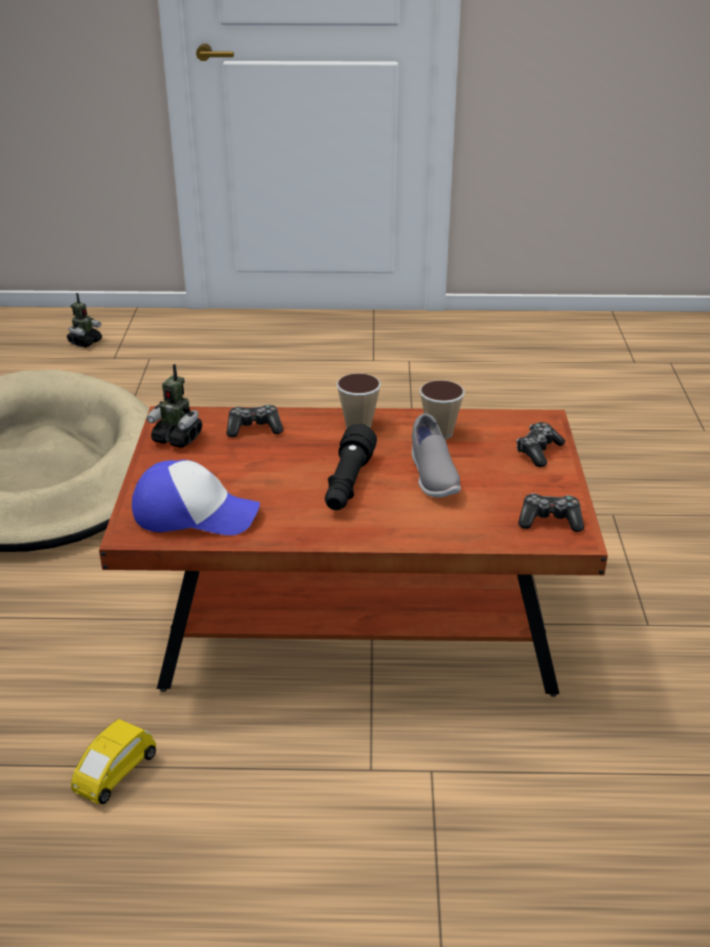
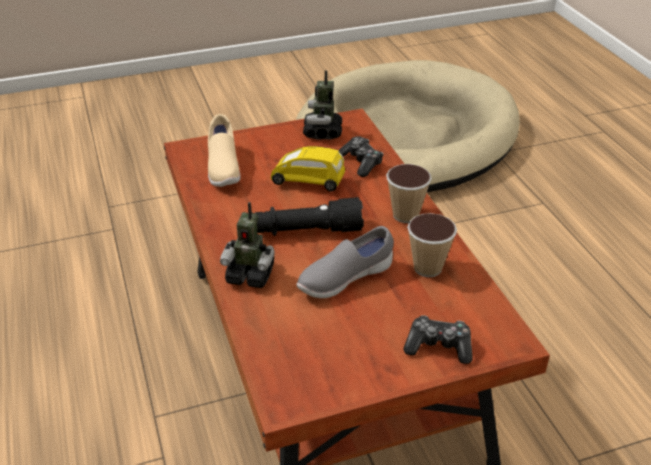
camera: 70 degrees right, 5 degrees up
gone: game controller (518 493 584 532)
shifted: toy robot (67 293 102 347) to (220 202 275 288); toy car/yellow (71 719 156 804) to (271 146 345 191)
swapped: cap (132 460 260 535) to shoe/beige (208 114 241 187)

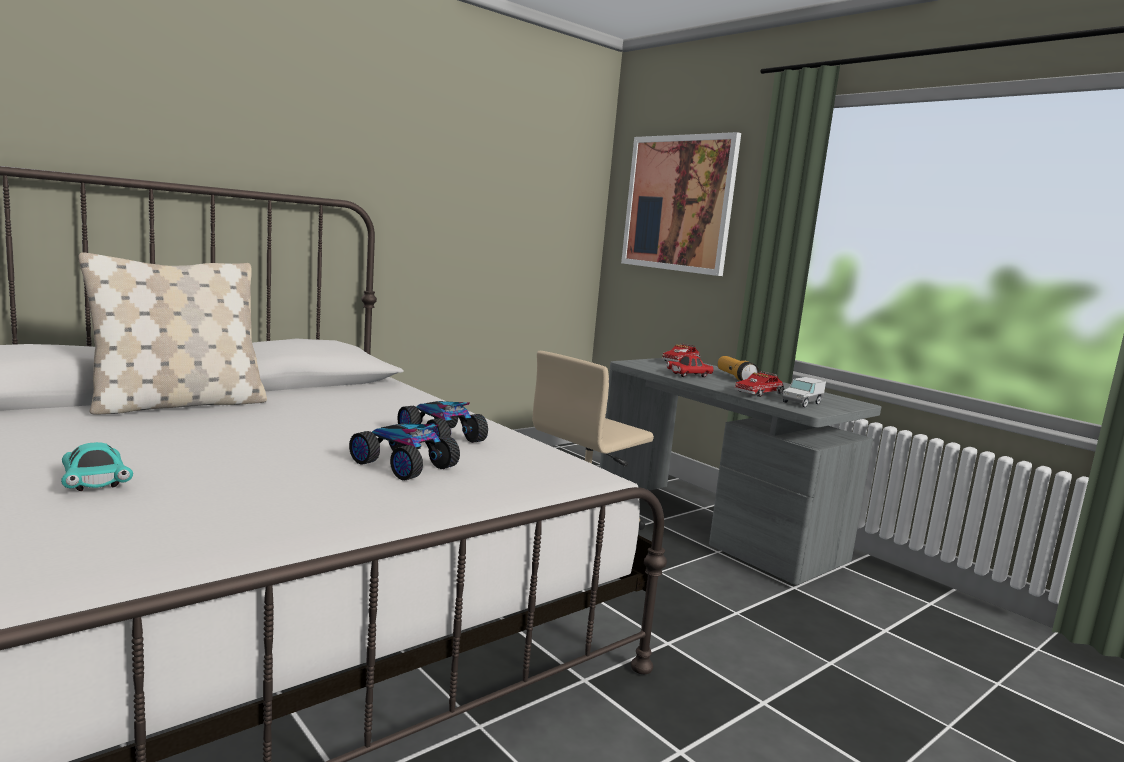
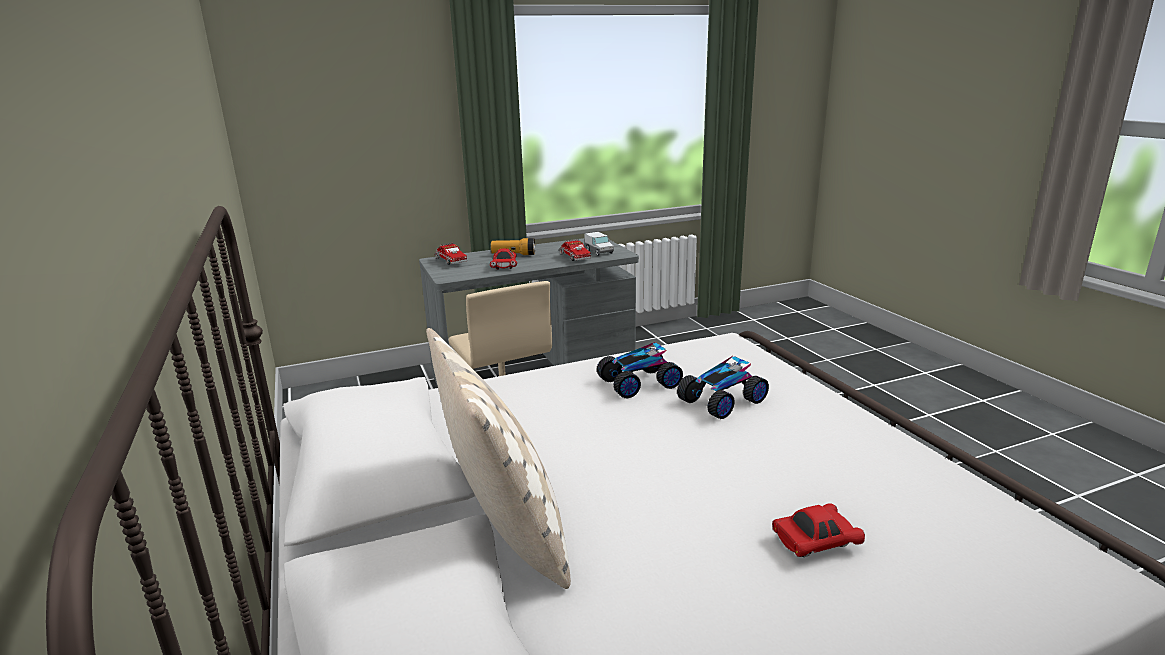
camera: 70 degrees left, 10 degrees up
gone: picture (621 132 741 276)
repainted: toy car/turquoise (61 442 133 491) to toy car/red (772 503 865 557)

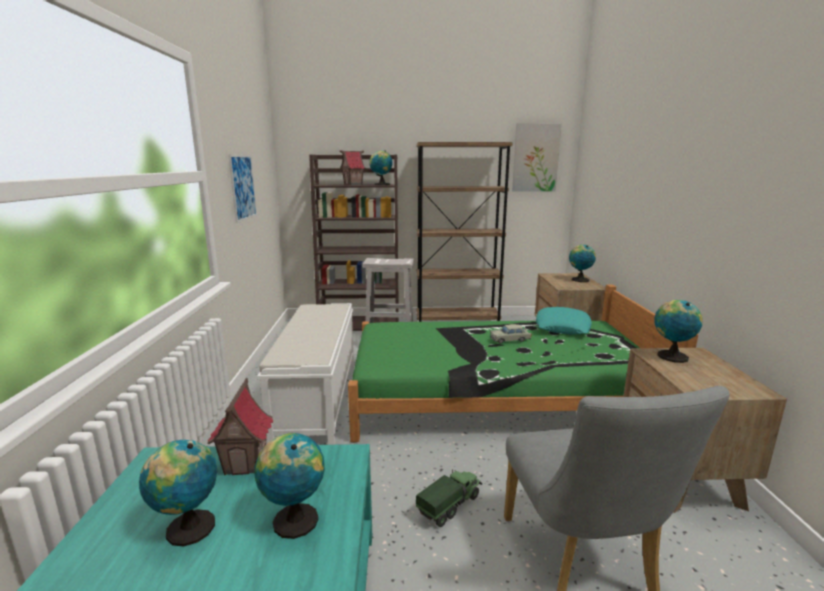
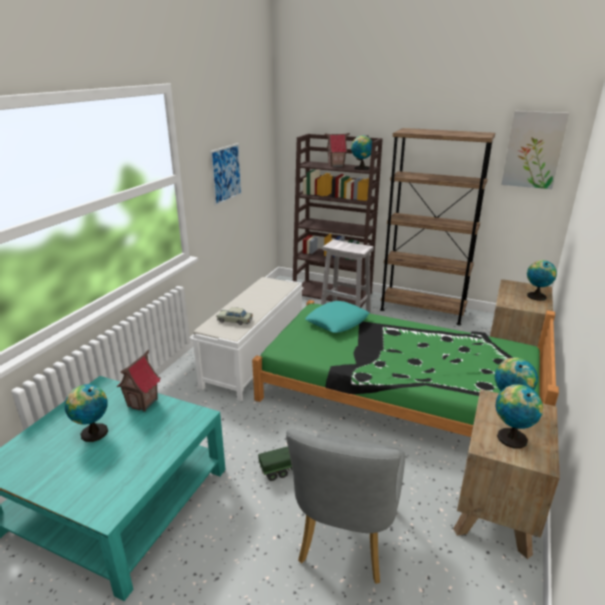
camera: 25 degrees right, 10 degrees up
shifted: pillow/turquoise (536 307 592 334) to (305 301 369 333); toy car/beige (490 324 532 344) to (216 307 253 325); globe (254 433 325 539) to (496 384 543 449)

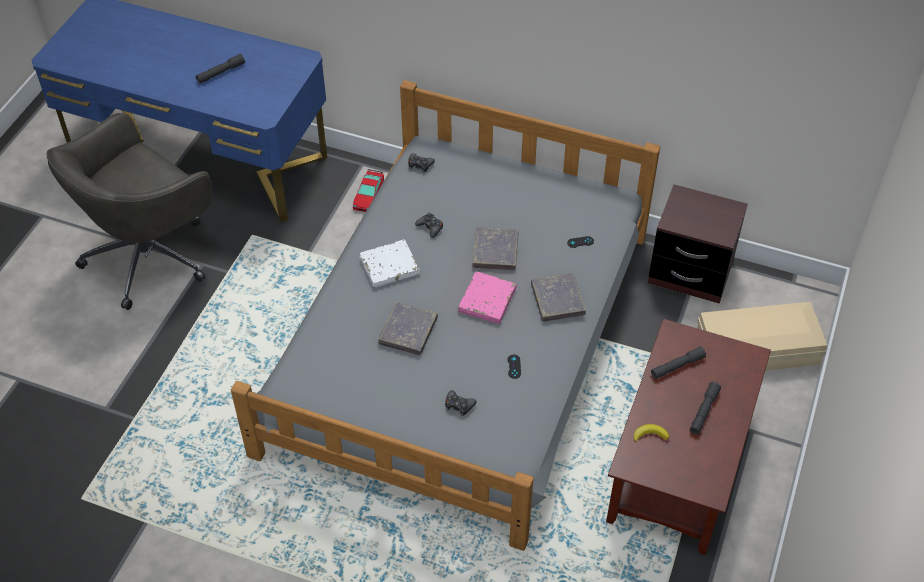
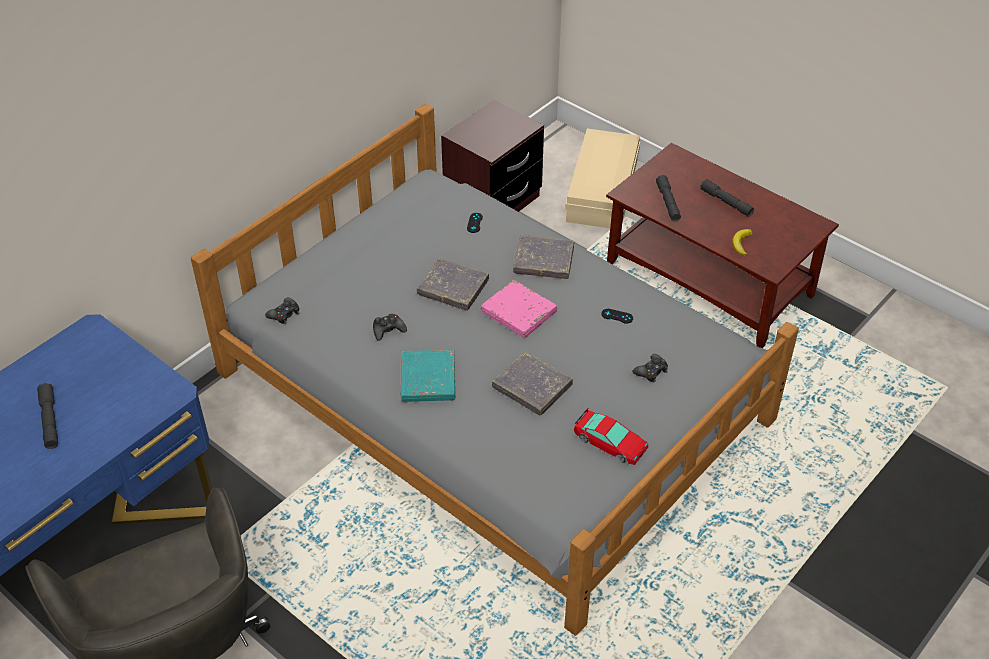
camera: 70 degrees left, 5 degrees down
shifted: toy car (353 169 384 212) to (574 408 648 465)
repainted: book/white (359 239 420 288) to book/turquoise (401 350 455 402)

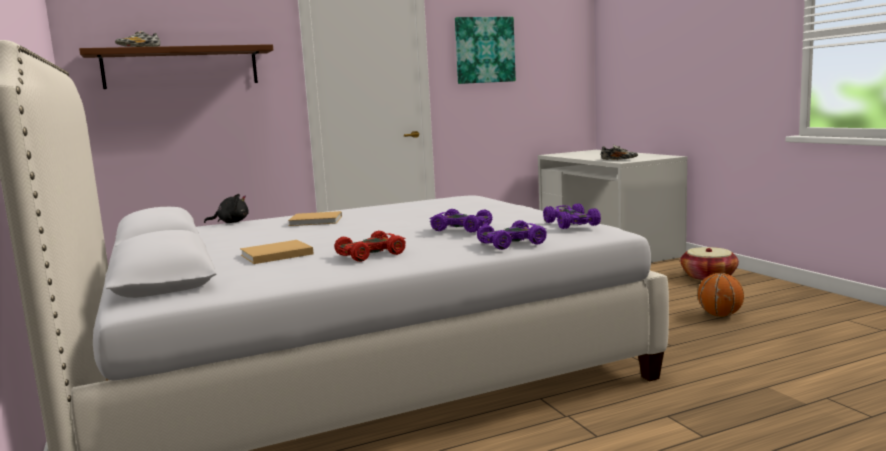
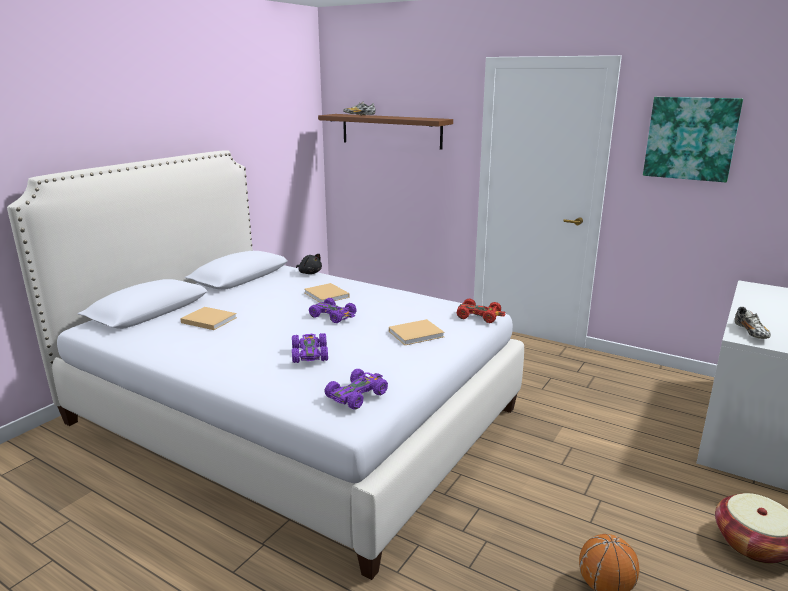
camera: 55 degrees right, 10 degrees up
new: book/beige (389 319 445 345)
shifted: toy car/purple (477 220 547 250) to (309 298 357 323); toy car/red (334 231 406 262) to (457 299 506 323)

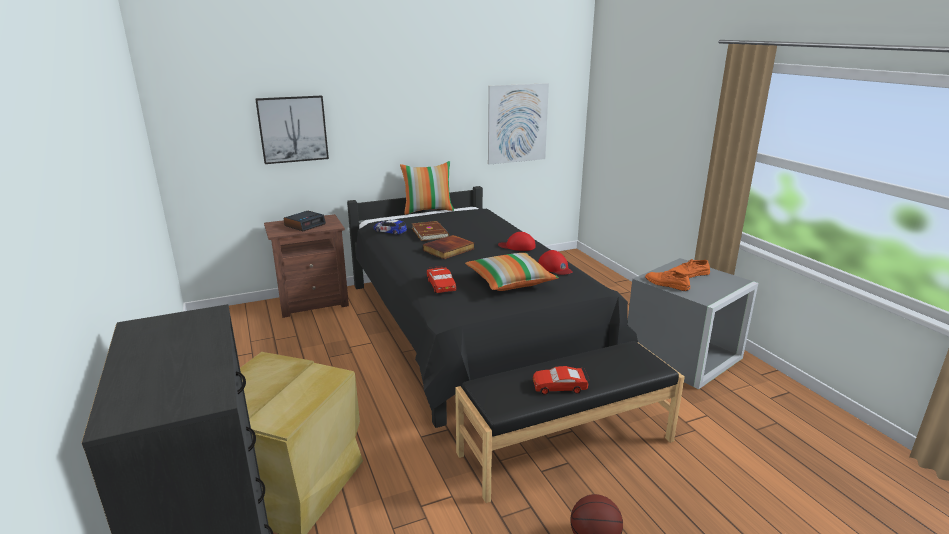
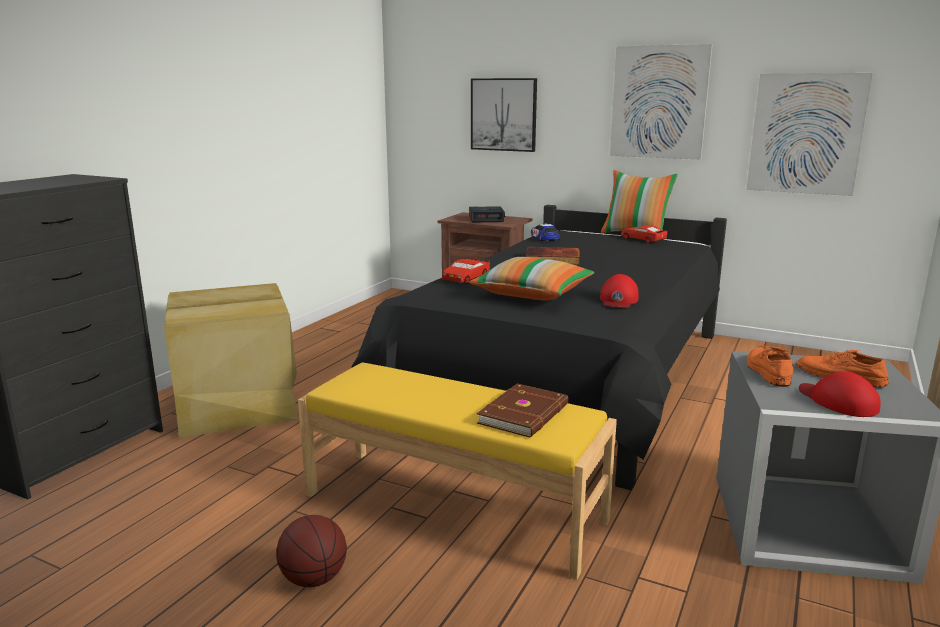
camera: 50 degrees right, 5 degrees down
new: picture (610 44 713 160)
shifted: book/brown (412 221 449 241) to (477 384 569 438); cap/red (498 232 536 251) to (799 371 881 417); toy car/red (533 366 589 394) to (621 225 668 243)
repainted: bench/black (455 341 685 503) to bench/yellow (298 362 617 580)

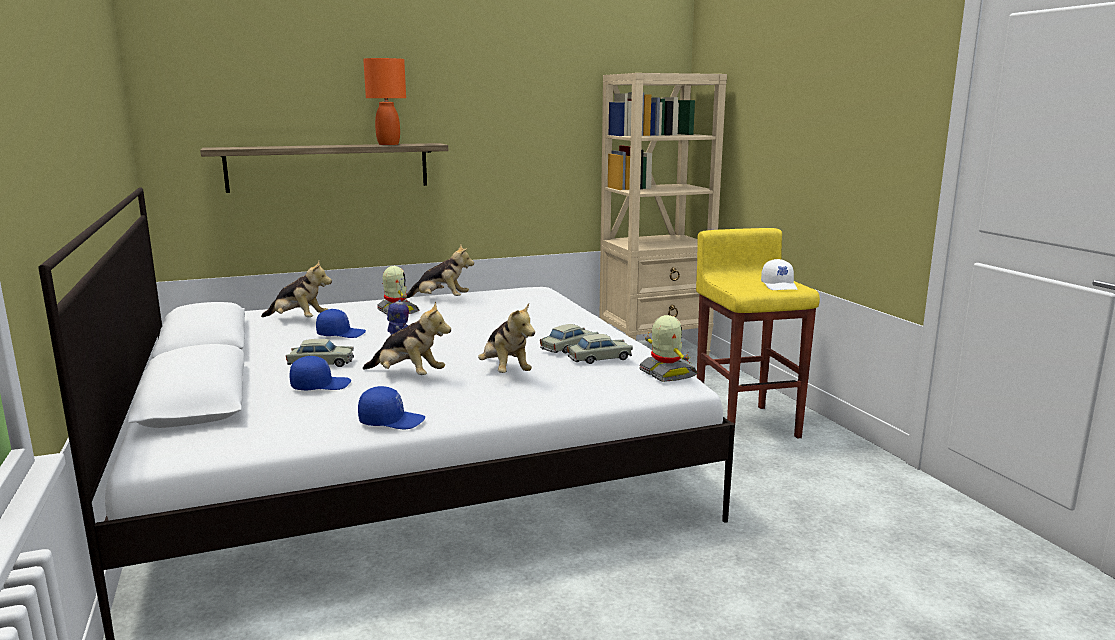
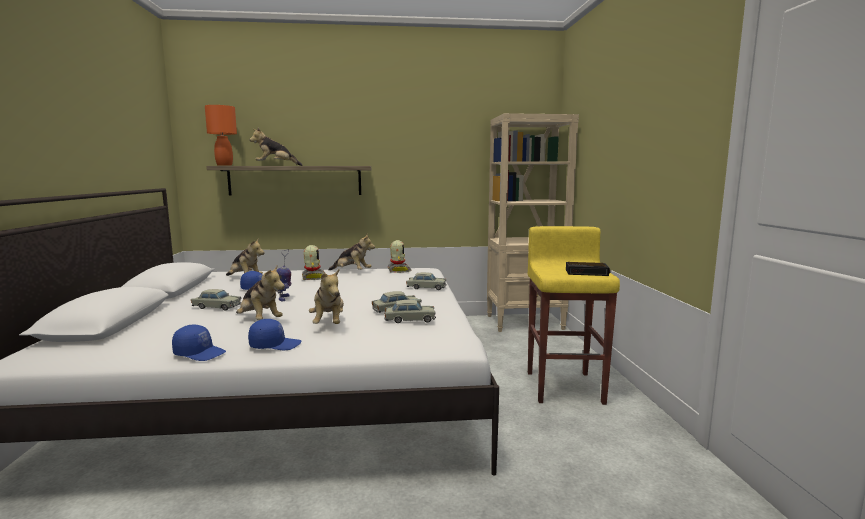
camera: 15 degrees right, 5 degrees down
new: plush toy (250 127 302 166); toy car/beige (406 272 447 290)
shifted: table lamp/orange (363 58 406 145) to (205 105 237 166); toy robot (639 315 697 382) to (388 240 411 273); cap/blue (290 356 351 390) to (248 319 301 350)
swapped: cap/white (761 259 798 290) to alarm clock (566 262 611 276)

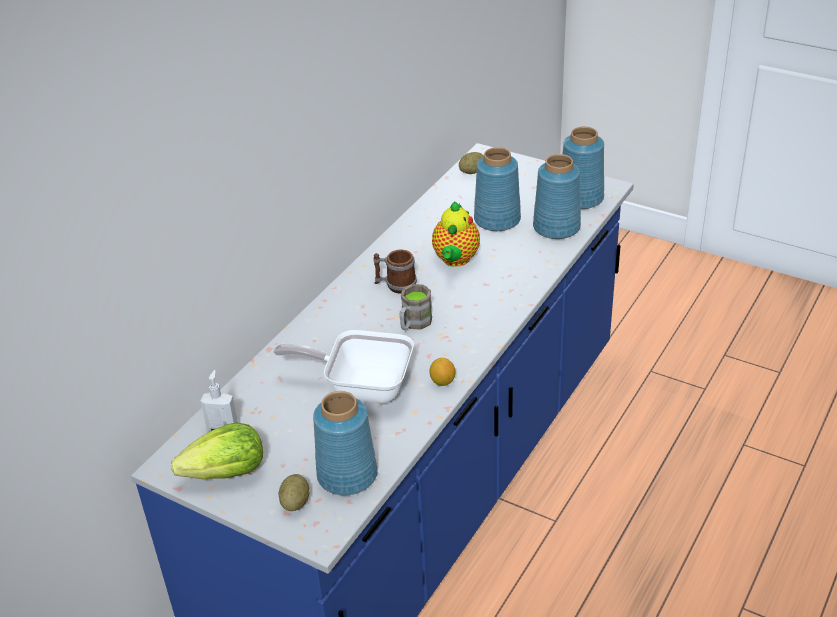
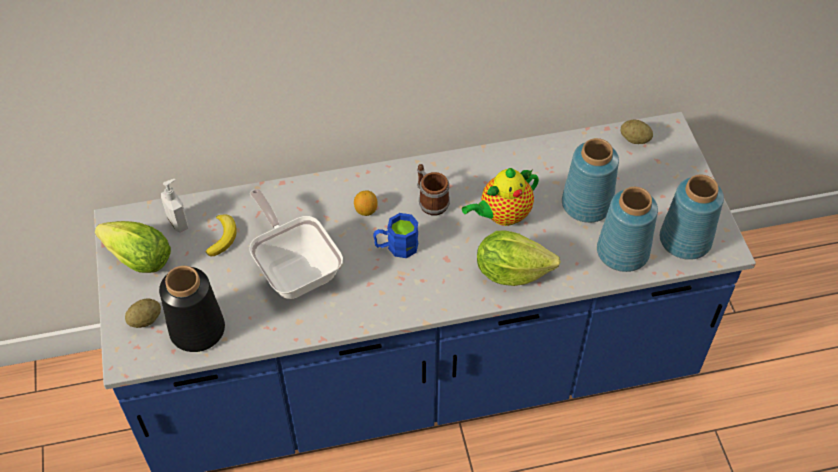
camera: 45 degrees right, 15 degrees up
new: banana (206 214 236 257); lettuce (477 230 561 286)
shifted: lemon (429 358 455 386) to (354 190 378 216)
repainted: mug/brown (399 284 432 330) to mug/blue (373 213 418 258); vase/blue (313 391 378 495) to vase/black (159 266 225 352)

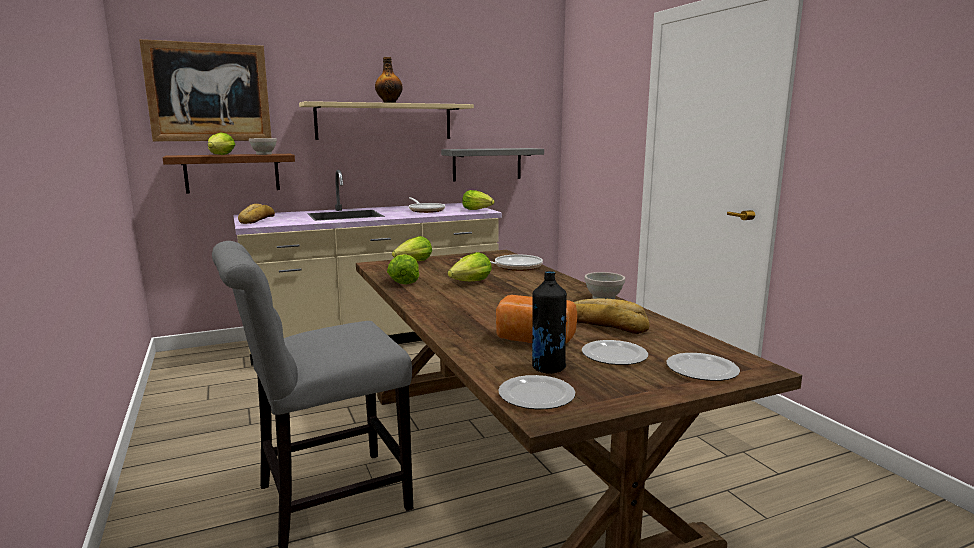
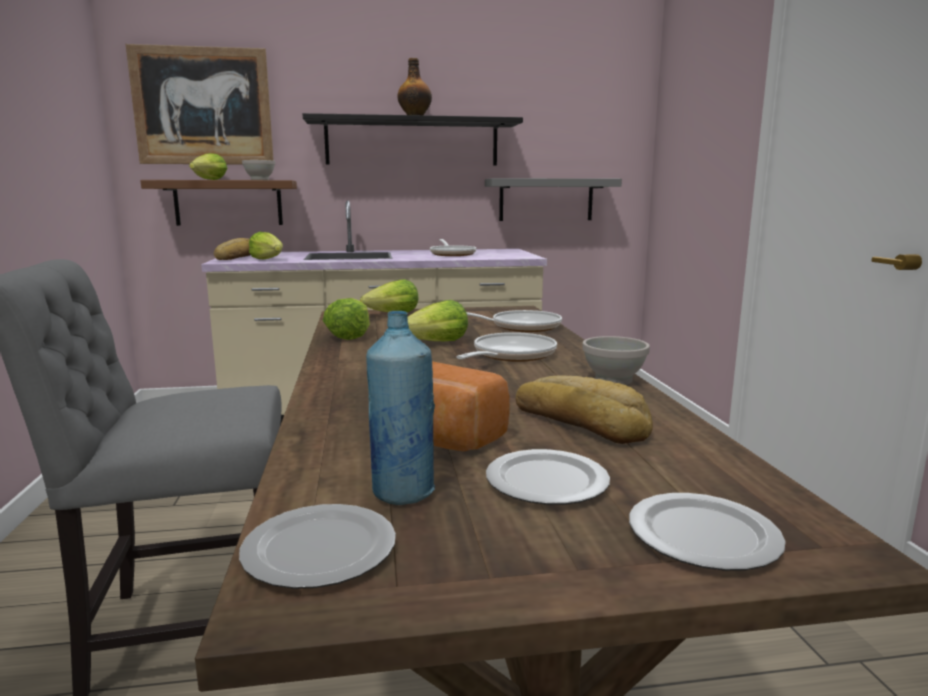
camera: 15 degrees right, 0 degrees up
new: frying pan (456 332 557 362)
shifted: lettuce (462 190 495 210) to (249 232 283 260)
repainted: shelf/beige (299 101 474 140) to shelf/black (303 113 523 166); bottle/black (532 271 567 374) to bottle/blue (366 311 435 505)

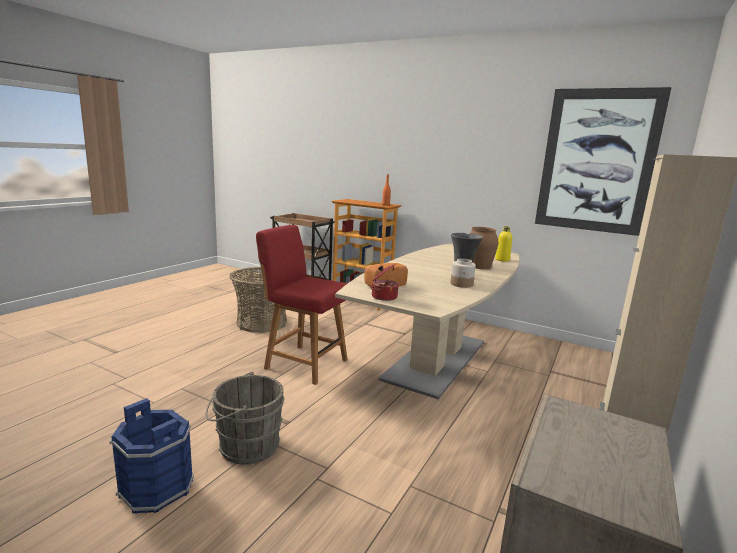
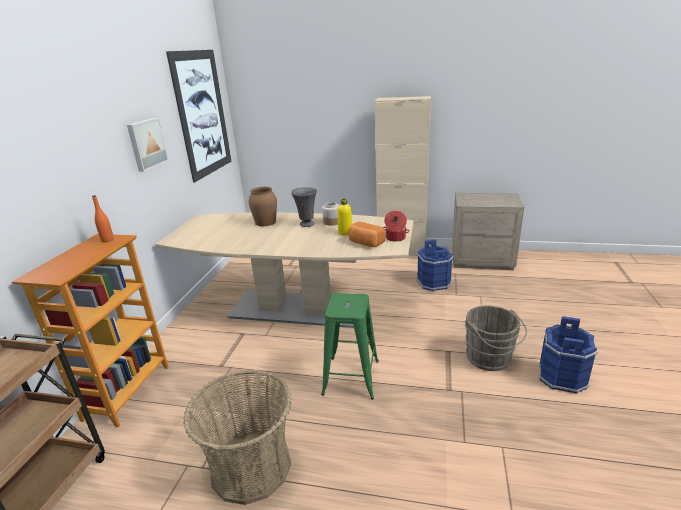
camera: 105 degrees left, 10 degrees up
new: picture (127 118 169 172); bucket/blue (417 239 454 291)
shifted: bottle/yellow (495 226 512 262) to (338 199 352 236)
swapped: chair/red (256 225 348 385) to stool/green (321 293 379 400)

